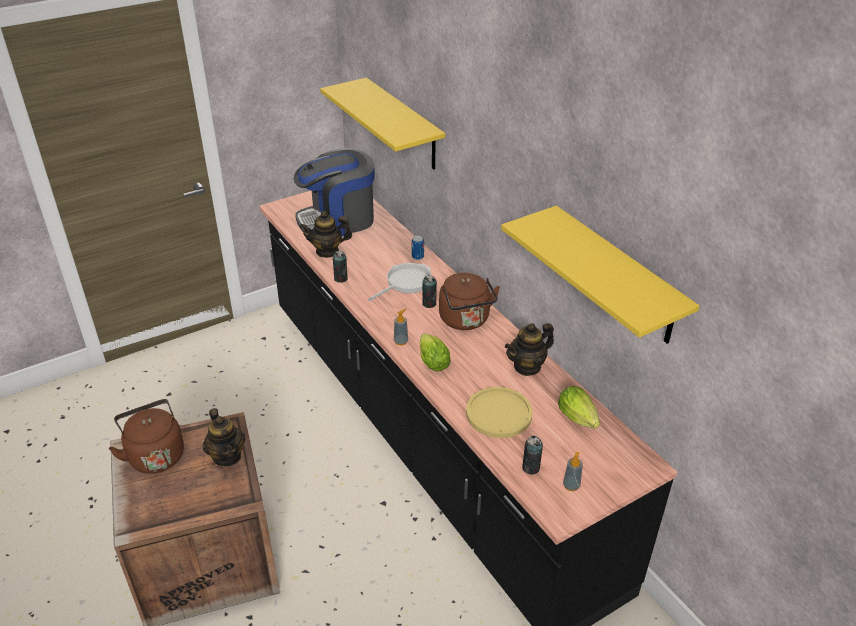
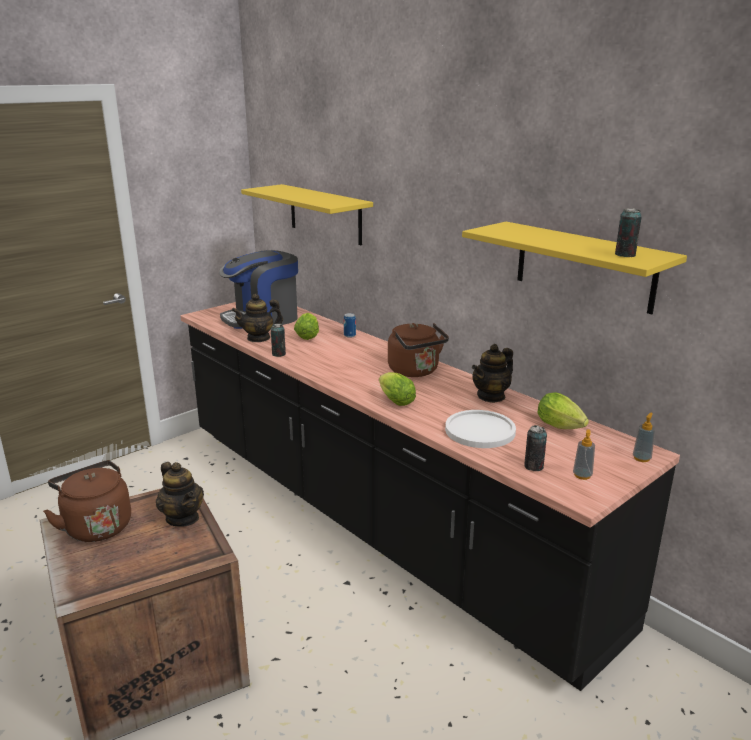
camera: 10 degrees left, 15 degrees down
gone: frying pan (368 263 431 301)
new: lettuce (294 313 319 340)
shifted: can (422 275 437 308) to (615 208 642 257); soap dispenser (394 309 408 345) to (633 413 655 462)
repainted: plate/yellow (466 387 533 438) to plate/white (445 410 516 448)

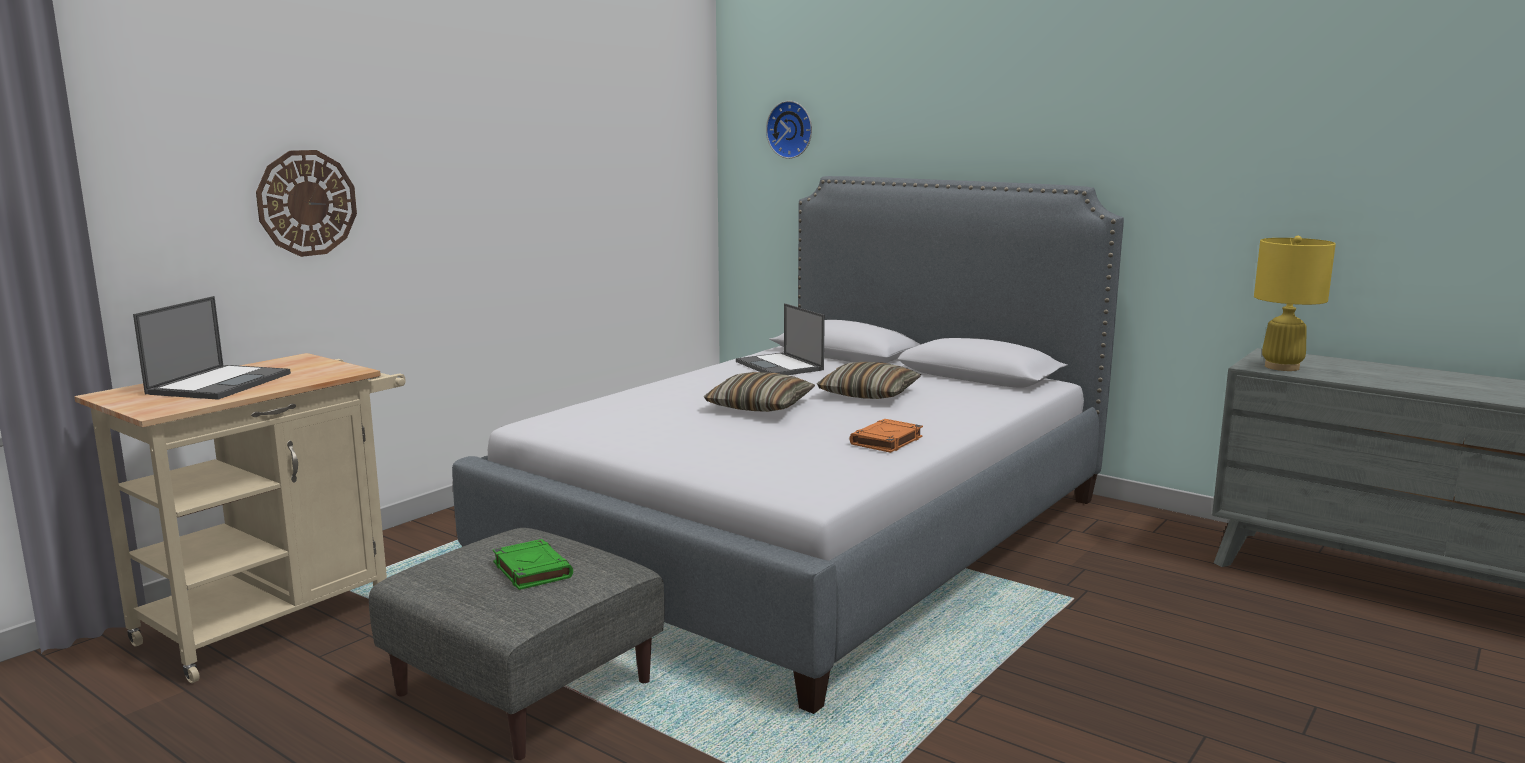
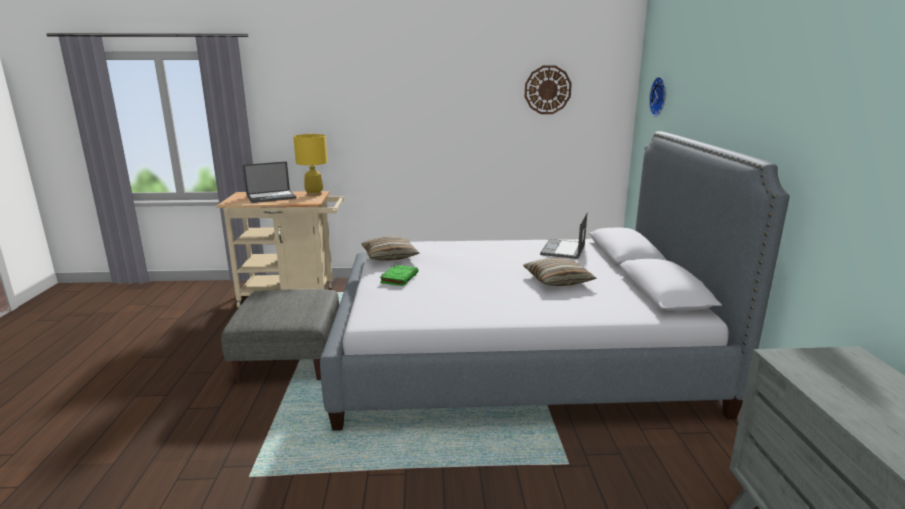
camera: 50 degrees right, 5 degrees up
gone: book/orange (849 419 923 453)
shifted: wall clock (256 150 357 257) to (525 66 572 114); table lamp/yellow (1254 236 1336 371) to (293 133 327 196); pillow (704 372 815 412) to (361 236 420 261); book/green (493 539 573 590) to (380 265 418 286)

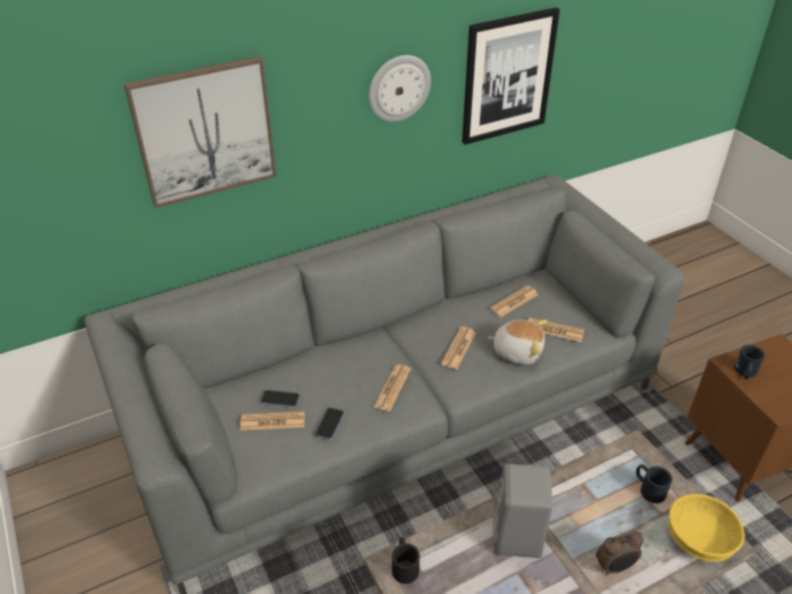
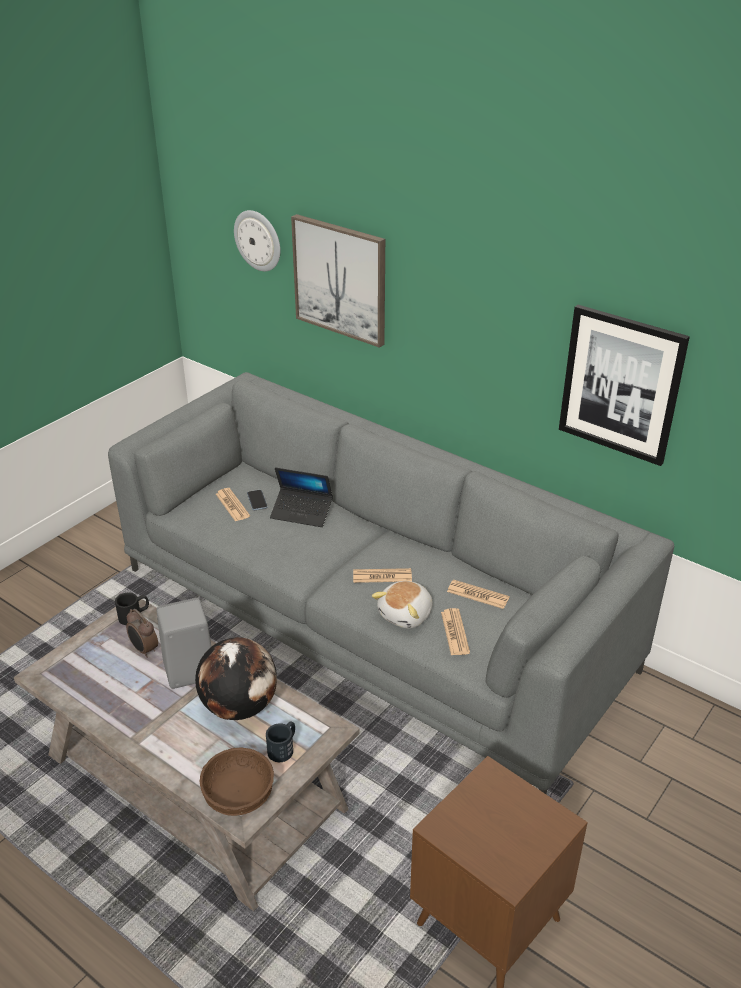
camera: 65 degrees right, 5 degrees down
gone: mug/black (734 345 765 379); newspaper (374 365 411 412); phone (315 407 344 440)
new: laptop (270 467 333 527); globe (195 637 277 720)
shifted: wall clock (369 55 431 122) to (234 210 280 271); alarm clock (596 530 644 576) to (126 609 158 658)
repainted: bowl/yellow (668 494 745 562) to bowl/brown (200 748 274 816)
rotated: plush toy (487 320 548 365) = (372 581 433 628) 45 degrees clockwise

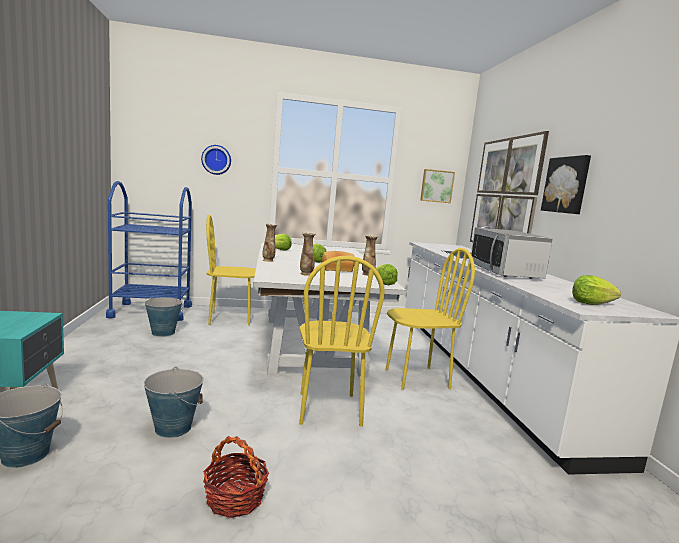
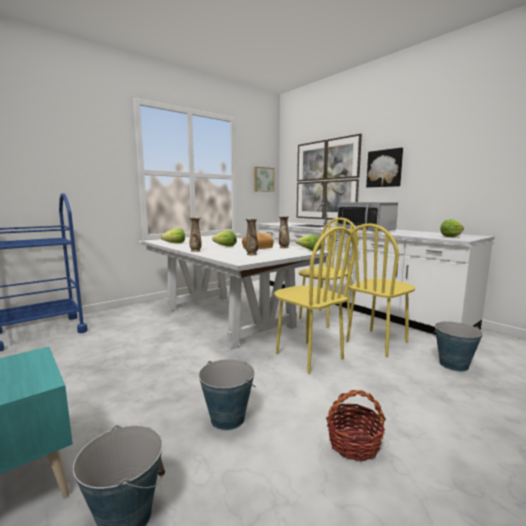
camera: 30 degrees left, 0 degrees up
gone: wall clock (201 145 231 175)
shifted: chair/yellow (206 215 256 326) to (345 223 415 357); bucket (145 297 183 337) to (432 321 483 372)

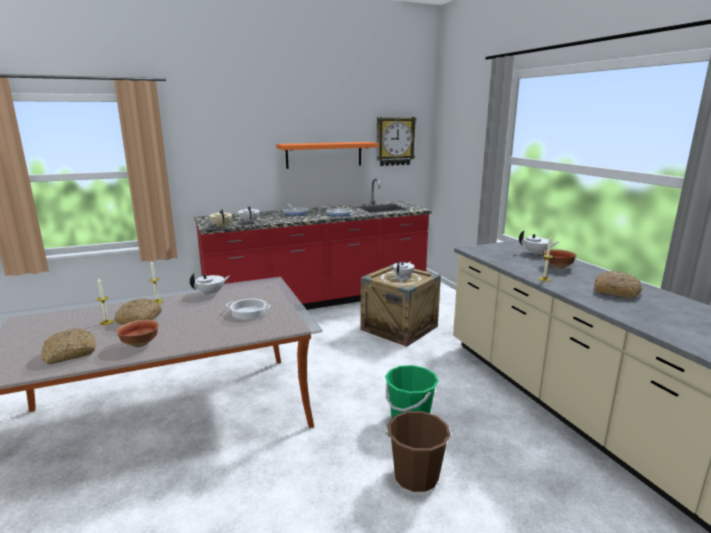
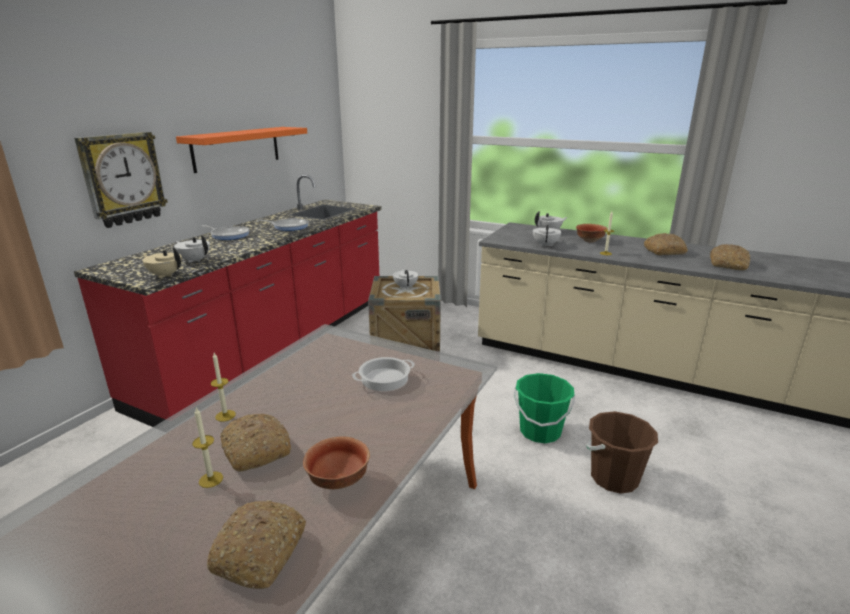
camera: 40 degrees left, 5 degrees up
new: bread (710 244 751 270)
shifted: wall clock (376 117 416 166) to (74 132 168 228); teapot/white (190 273 230 296) to (533 225 561 247)

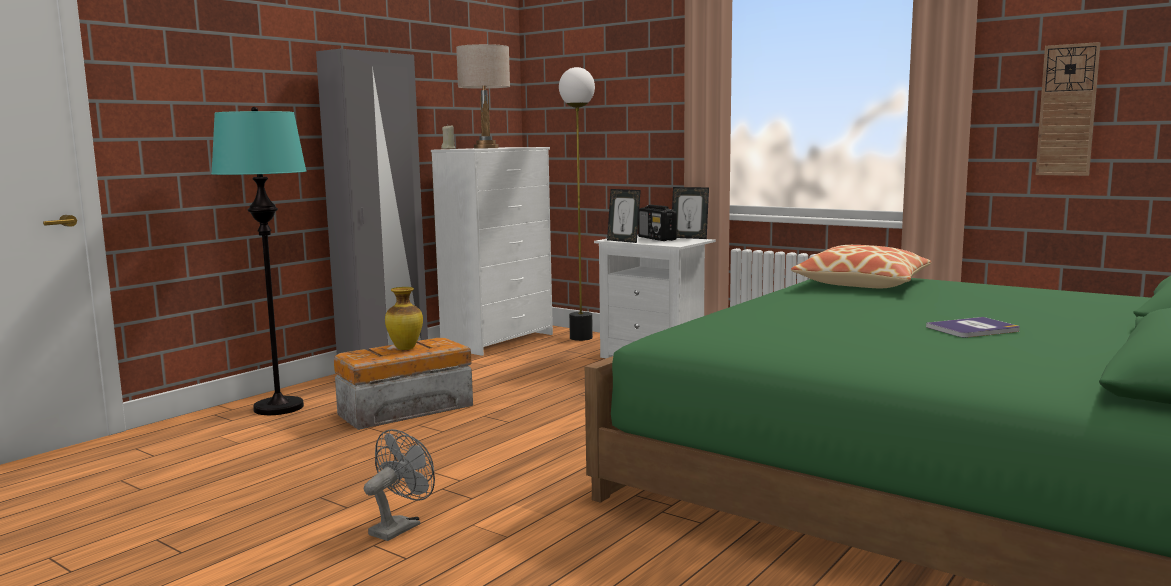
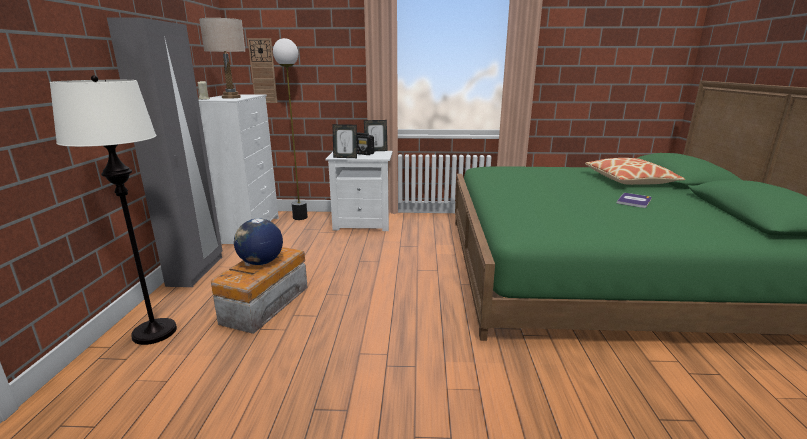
camera: 35 degrees left, 10 degrees up
gone: fan/grey (364 429 435 541)
shifted: wall clock (1035 42 1100 176) to (248 38 278 103); pillow (791 245 932 288) to (585 158 685 185)
swapped: vase (385 287 423 350) to globe (234 218 283 265)
repainted: floor lamp/turquoise (211 107 306 415) to floor lamp/white (50 75 177 345)

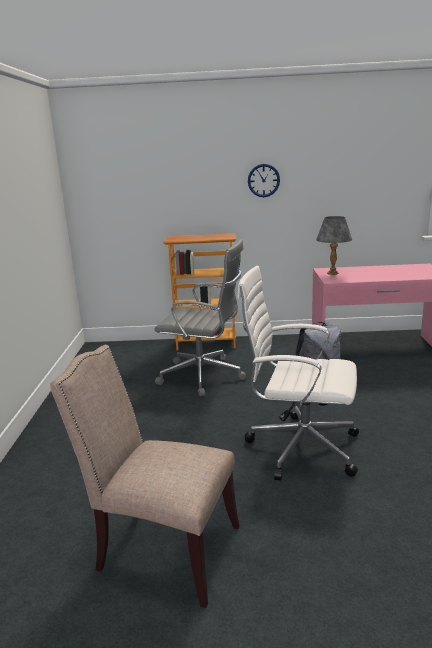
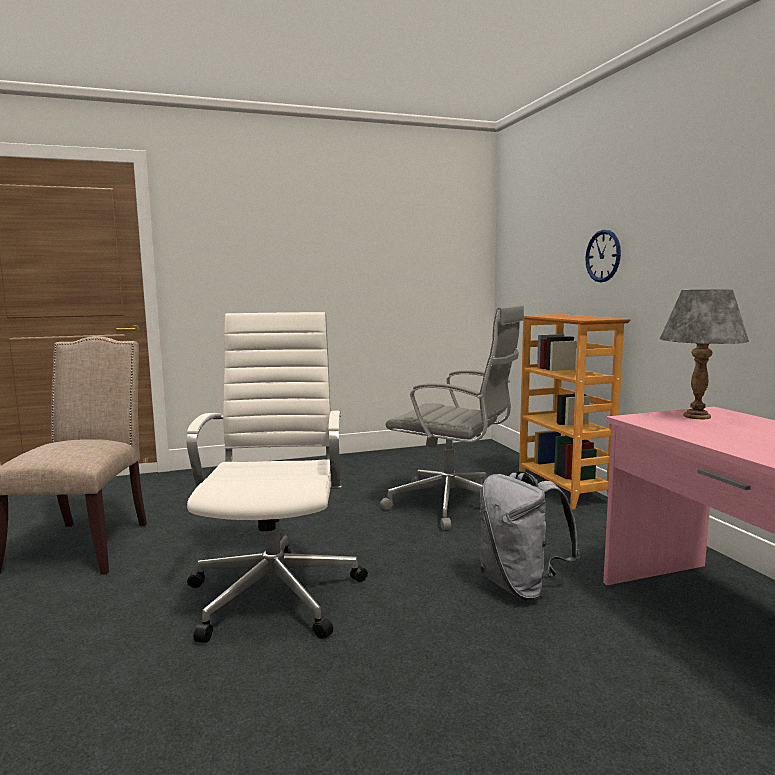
camera: 70 degrees right, 10 degrees down
shifted: wall clock (248 164 280 197) to (585 230 621 282)
rotated: office chair/grey (155 239 246 397) = (380 305 524 530) 60 degrees counterclockwise

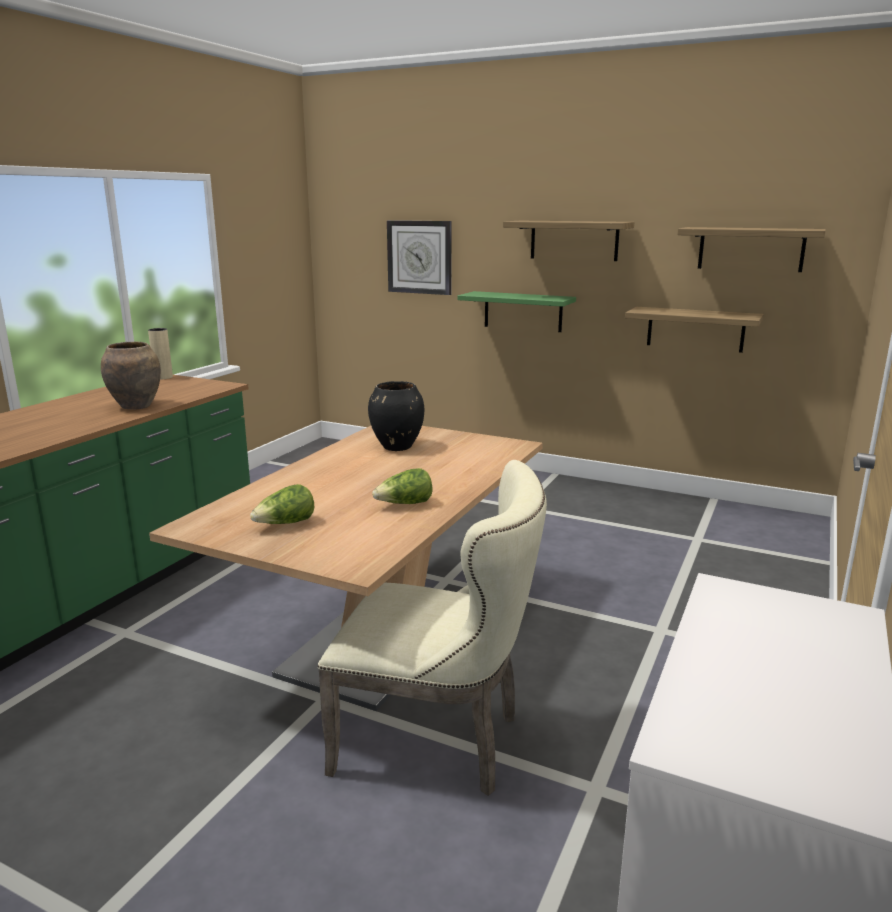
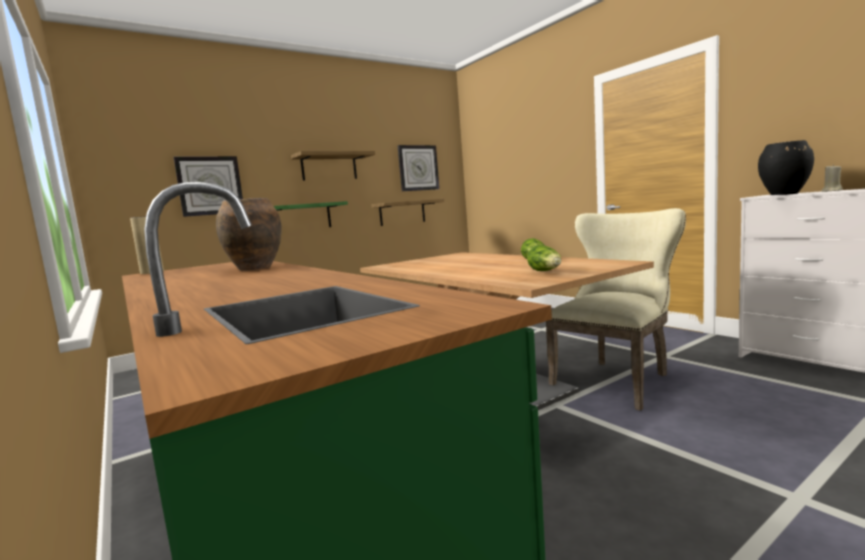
camera: 60 degrees left, 10 degrees down
new: candle/beige (821 165 843 192)
shifted: vase/black (368 381 424 451) to (758 140 814 195)
swapped: shelf (677 227 826 272) to wall clock (398 145 439 191)

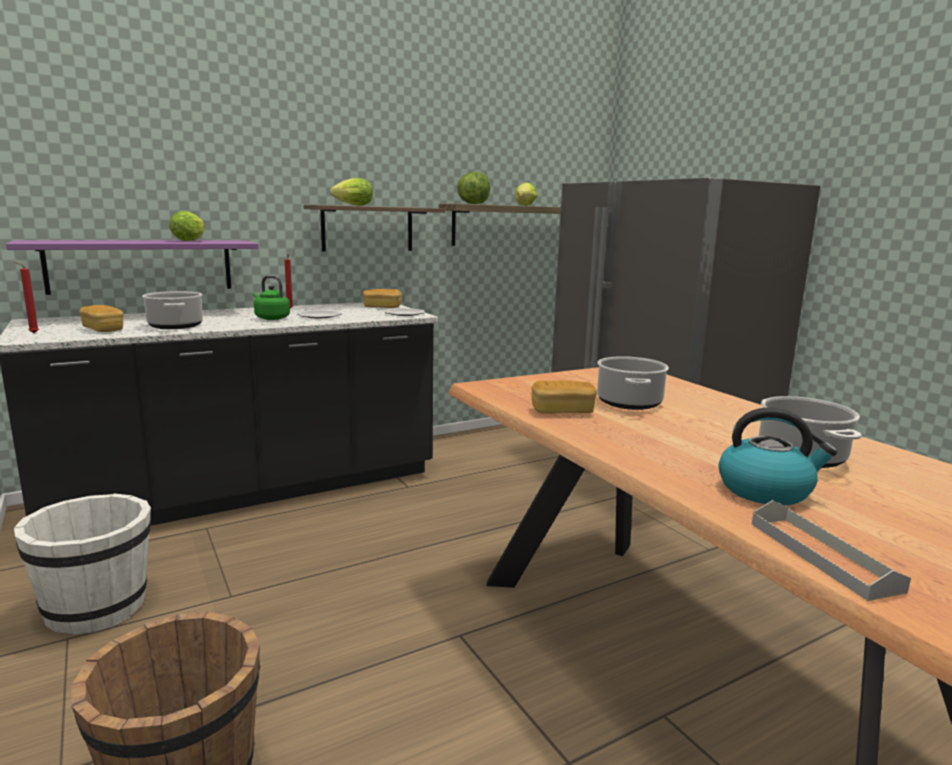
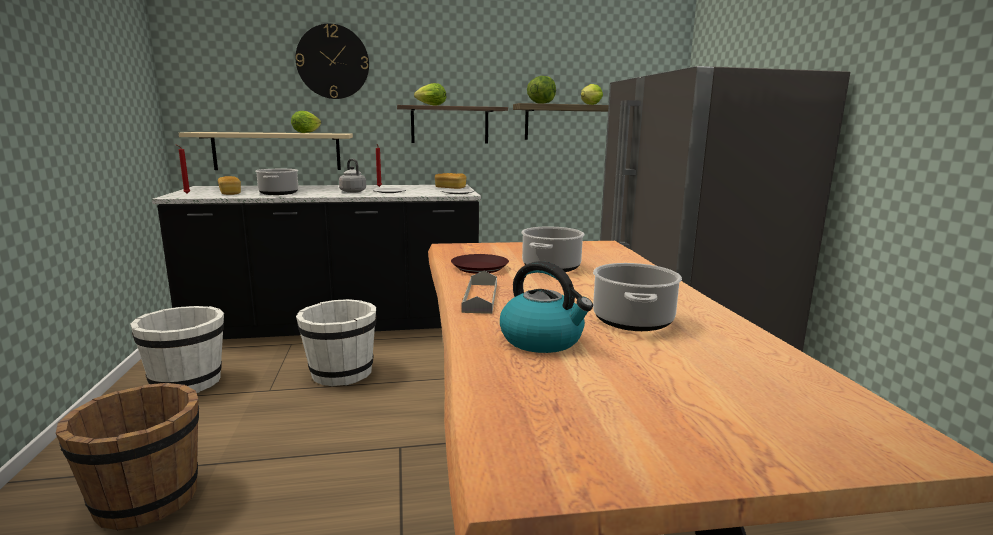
camera: 20 degrees right, 0 degrees up
new: wall clock (296 24 369 99); bucket/white (296 299 377 386)
shifted: tray/grey (752 500 911 601) to (461 271 497 314)
swapped: bread (532 380 597 414) to plate/brown (451 254 509 274)
repainted: shelf/purple (6 240 259 295) to shelf/beige (179 132 353 170); kettle/green (253 276 290 320) to kettle/grey (339 159 366 193)

